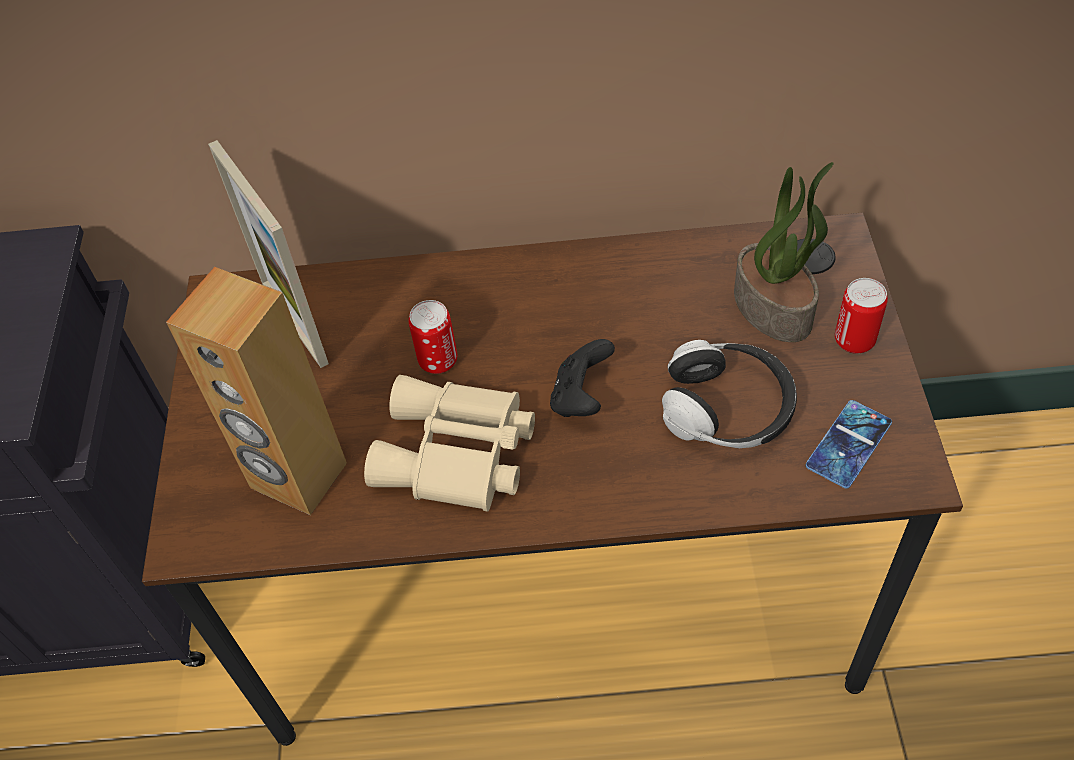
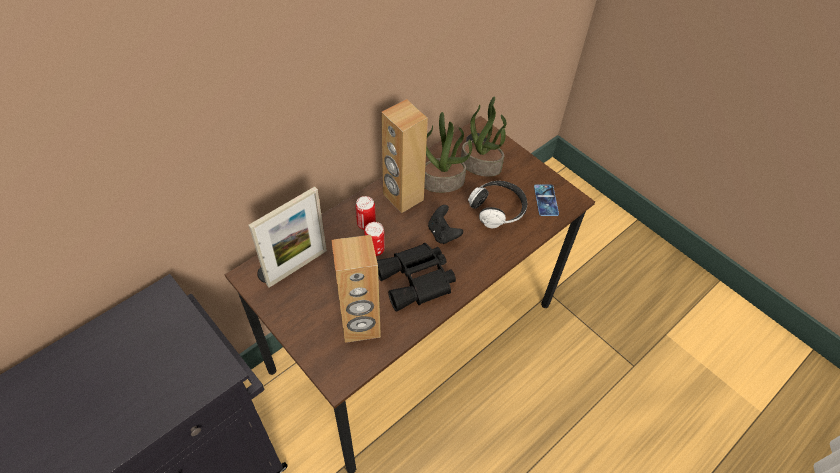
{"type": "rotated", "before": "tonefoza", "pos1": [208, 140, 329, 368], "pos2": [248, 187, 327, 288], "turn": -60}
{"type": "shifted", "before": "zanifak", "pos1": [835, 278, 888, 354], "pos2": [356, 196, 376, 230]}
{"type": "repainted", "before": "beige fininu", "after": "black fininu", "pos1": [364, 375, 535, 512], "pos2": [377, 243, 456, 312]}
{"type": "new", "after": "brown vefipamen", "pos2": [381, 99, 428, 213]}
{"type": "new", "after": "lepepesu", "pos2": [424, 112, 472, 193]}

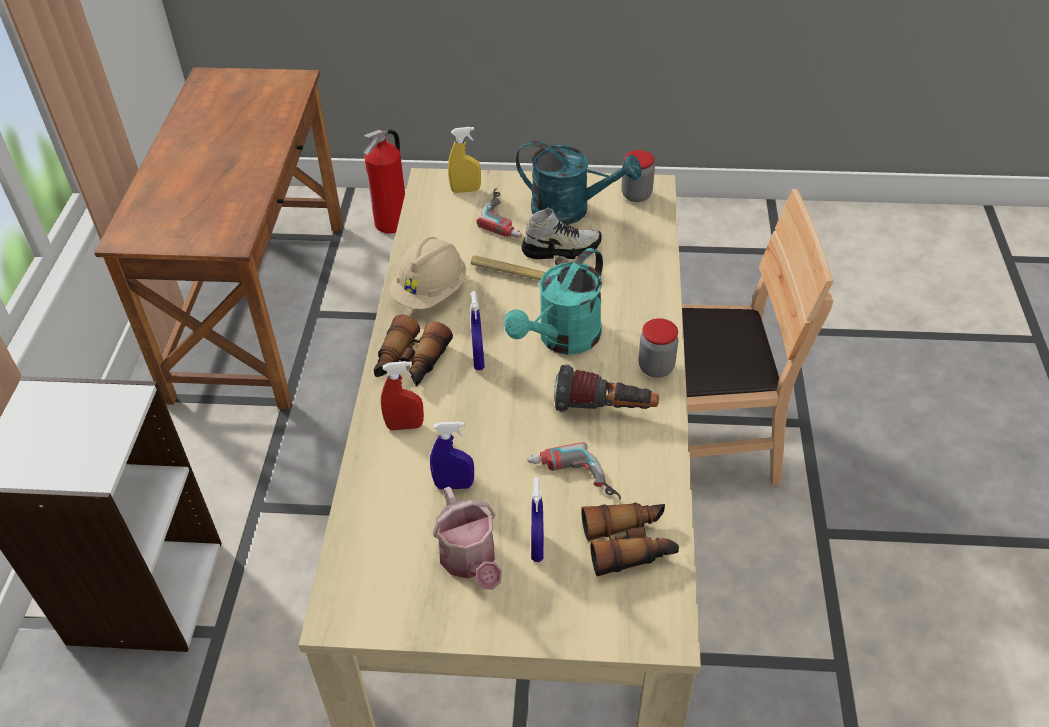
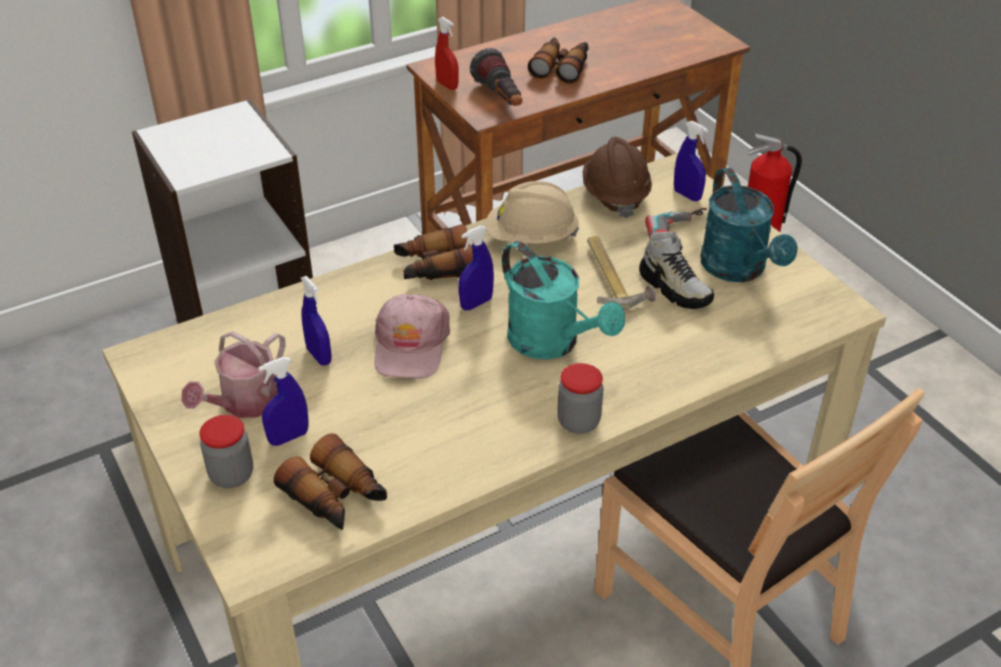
{"type": "repainted", "before": "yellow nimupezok", "after": "blue nimupezok", "pos1": [448, 127, 481, 193], "pos2": [674, 121, 708, 201]}
{"type": "shifted", "before": "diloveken", "pos1": [621, 150, 655, 202], "pos2": [199, 415, 253, 488]}
{"type": "rotated", "before": "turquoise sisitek", "pos1": [504, 248, 603, 355], "pos2": [502, 241, 625, 360], "turn": -135}
{"type": "shifted", "before": "red nimupezok", "pos1": [381, 361, 424, 430], "pos2": [435, 17, 458, 90]}
{"type": "shifted", "before": "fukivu", "pos1": [554, 364, 659, 412], "pos2": [470, 48, 522, 106]}
{"type": "gone", "before": "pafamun", "pos1": [527, 442, 621, 500]}
{"type": "new", "after": "fininu", "pos2": [528, 37, 589, 84]}
{"type": "new", "after": "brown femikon", "pos2": [583, 137, 652, 218]}
{"type": "new", "after": "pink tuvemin", "pos2": [374, 294, 450, 379]}

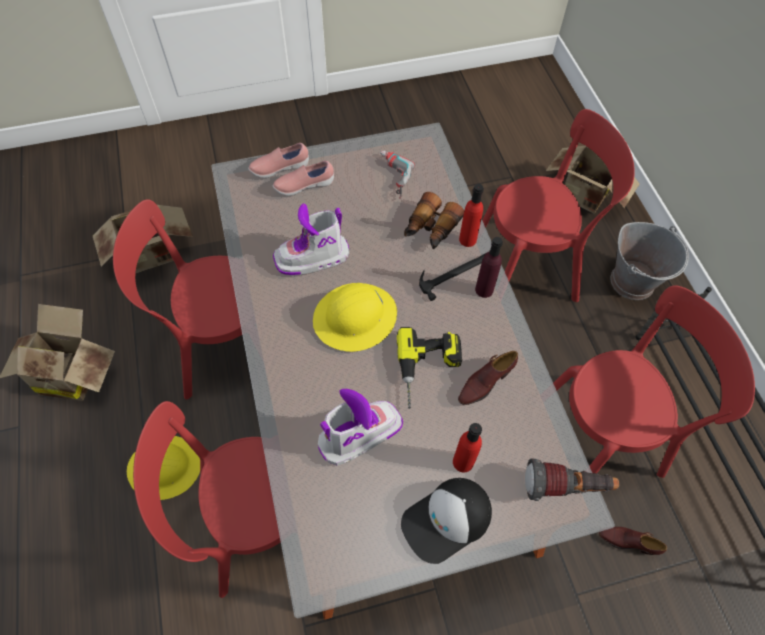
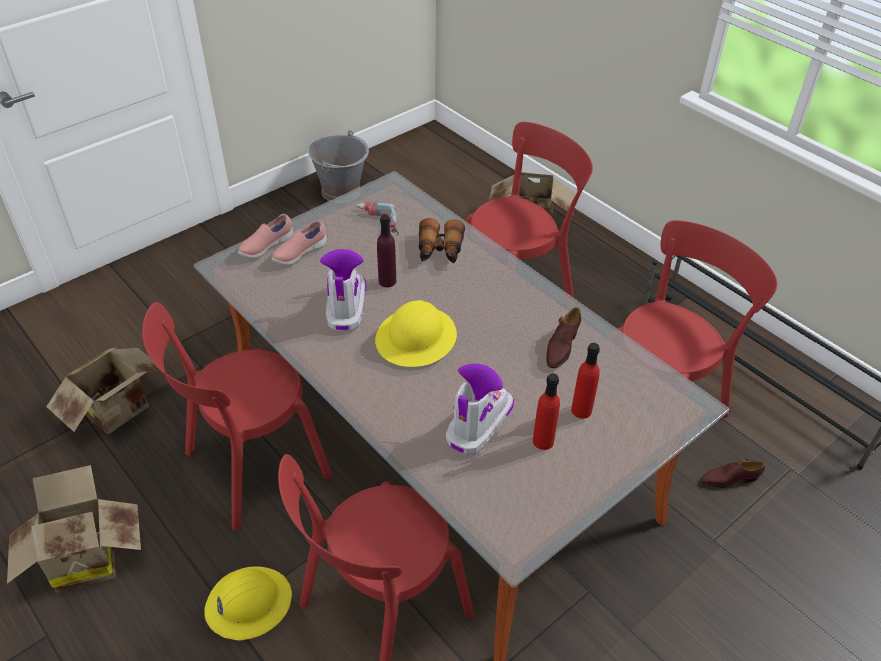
{"type": "shifted", "before": "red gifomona", "pos1": [459, 184, 484, 247], "pos2": [533, 373, 560, 450]}
{"type": "rotated", "before": "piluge", "pos1": [273, 203, 349, 276], "pos2": [320, 249, 366, 331], "turn": 135}
{"type": "shifted", "before": "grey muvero", "pos1": [610, 222, 689, 300], "pos2": [308, 130, 369, 201]}
{"type": "shifted", "before": "purple gifomona", "pos1": [475, 237, 503, 298], "pos2": [377, 215, 396, 287]}
{"type": "gone", "before": "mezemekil", "pos1": [419, 253, 486, 301]}
{"type": "gone", "before": "pafamun", "pos1": [397, 327, 462, 409]}
{"type": "gone", "before": "fukivu", "pos1": [525, 458, 619, 501]}
{"type": "gone", "before": "tuvemin", "pos1": [401, 478, 492, 564]}

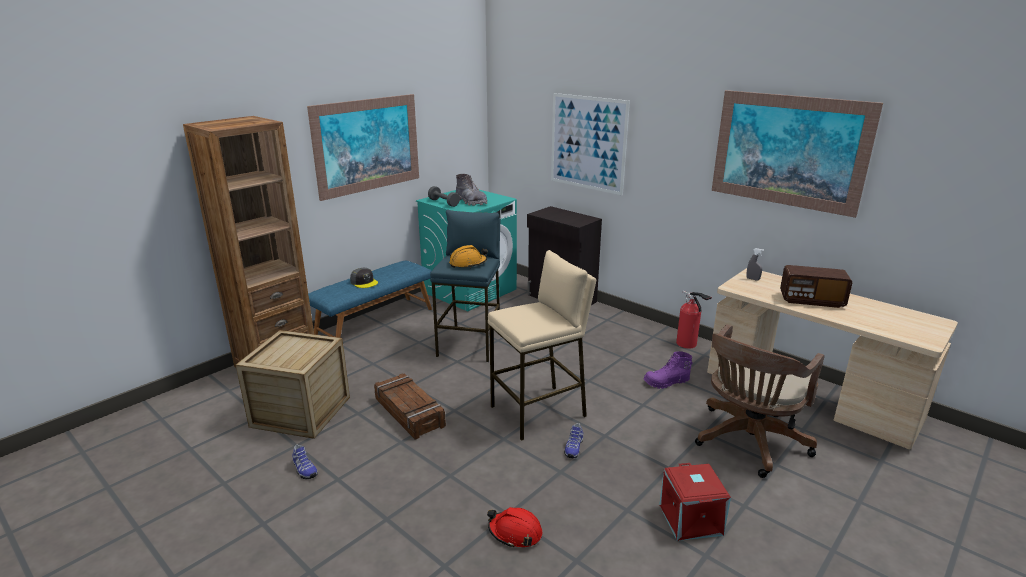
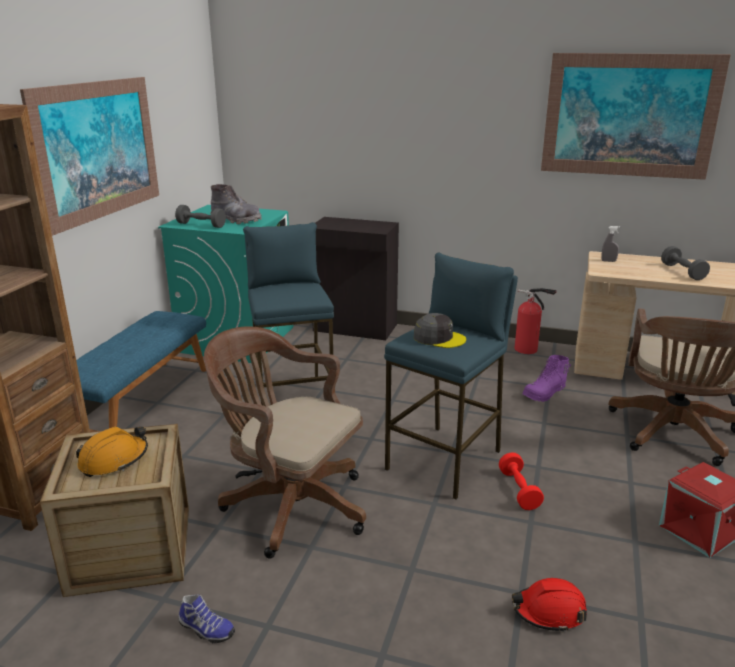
{"type": "gone", "before": "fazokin", "pos1": [551, 93, 630, 195]}
{"type": "shifted", "before": "orange femikon", "pos1": [449, 245, 488, 268], "pos2": [76, 427, 148, 477]}
{"type": "repainted", "before": "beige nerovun", "after": "blue nerovun", "pos1": [488, 250, 596, 441], "pos2": [384, 253, 518, 500]}
{"type": "swapped", "before": "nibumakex", "after": "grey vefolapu", "pos1": [780, 265, 852, 308], "pos2": [661, 246, 710, 280]}
{"type": "shifted", "before": "grey tuvemin", "pos1": [350, 268, 378, 288], "pos2": [414, 313, 466, 348]}
{"type": "swapped", "before": "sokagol", "after": "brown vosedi", "pos1": [374, 373, 446, 439], "pos2": [204, 326, 366, 558]}
{"type": "swapped", "before": "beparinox", "after": "red vefolapu", "pos1": [564, 423, 583, 458], "pos2": [499, 452, 544, 510]}

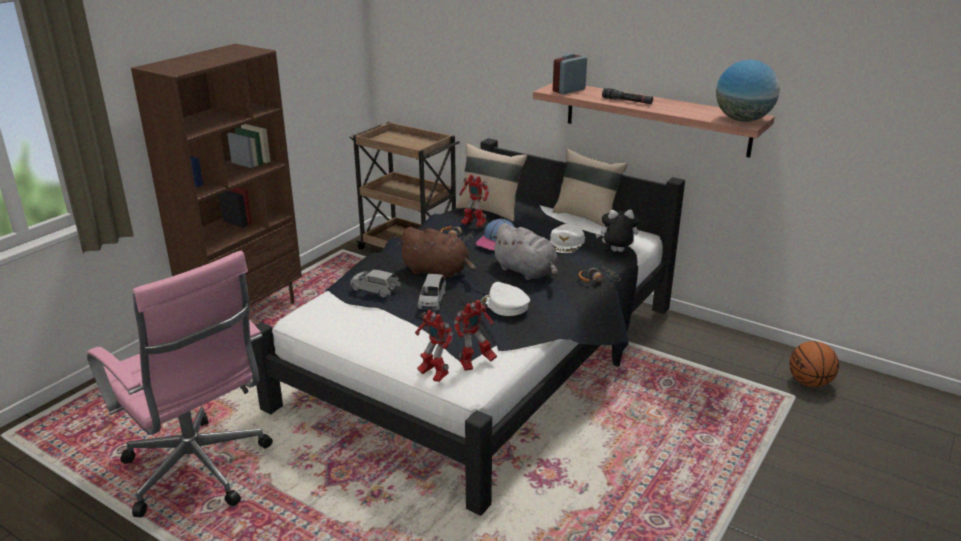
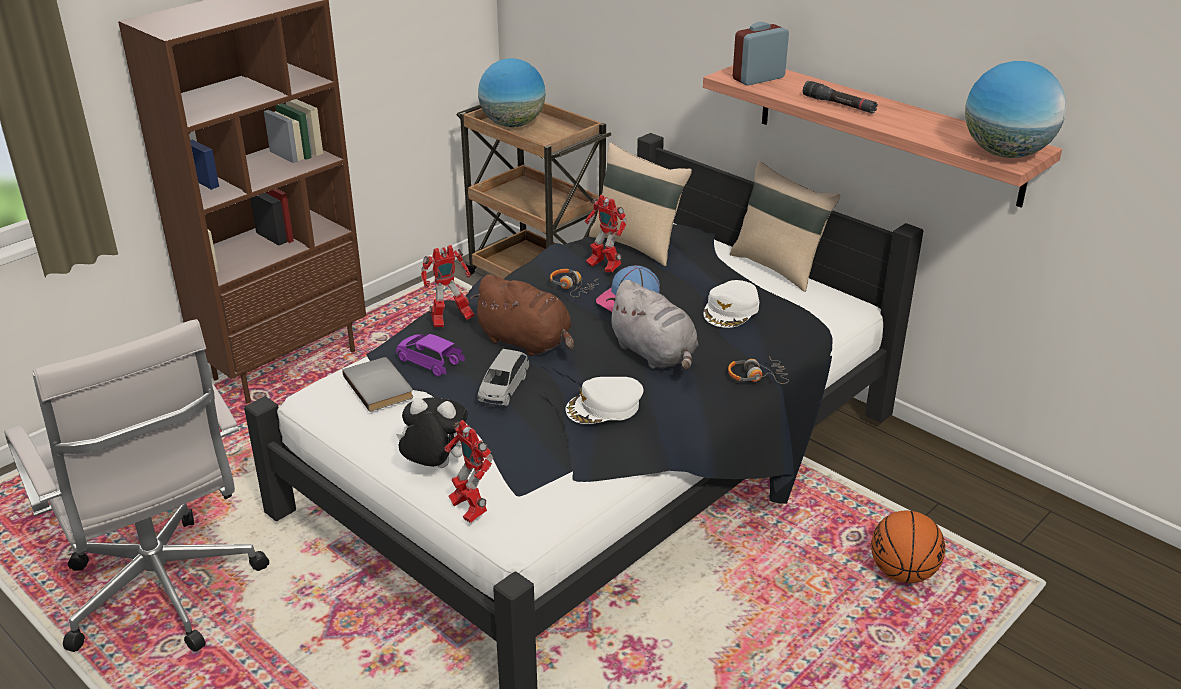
{"type": "shifted", "before": "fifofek", "pos1": [596, 210, 639, 252], "pos2": [396, 397, 468, 468]}
{"type": "repainted", "before": "pink vosedi", "after": "white vosedi", "pos1": [87, 251, 273, 518], "pos2": [4, 319, 269, 652]}
{"type": "repainted", "before": "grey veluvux", "after": "purple veluvux", "pos1": [350, 270, 401, 297], "pos2": [396, 334, 465, 376]}
{"type": "rotated", "before": "white tuvemin", "pos1": [481, 282, 530, 316], "pos2": [566, 377, 643, 424], "turn": -75}
{"type": "shifted", "before": "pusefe", "pos1": [454, 300, 497, 371], "pos2": [421, 245, 475, 327]}
{"type": "shifted", "before": "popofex", "pos1": [789, 341, 839, 387], "pos2": [871, 511, 945, 583]}
{"type": "new", "after": "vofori", "pos2": [478, 58, 545, 127]}
{"type": "new", "after": "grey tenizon", "pos2": [342, 357, 413, 412]}

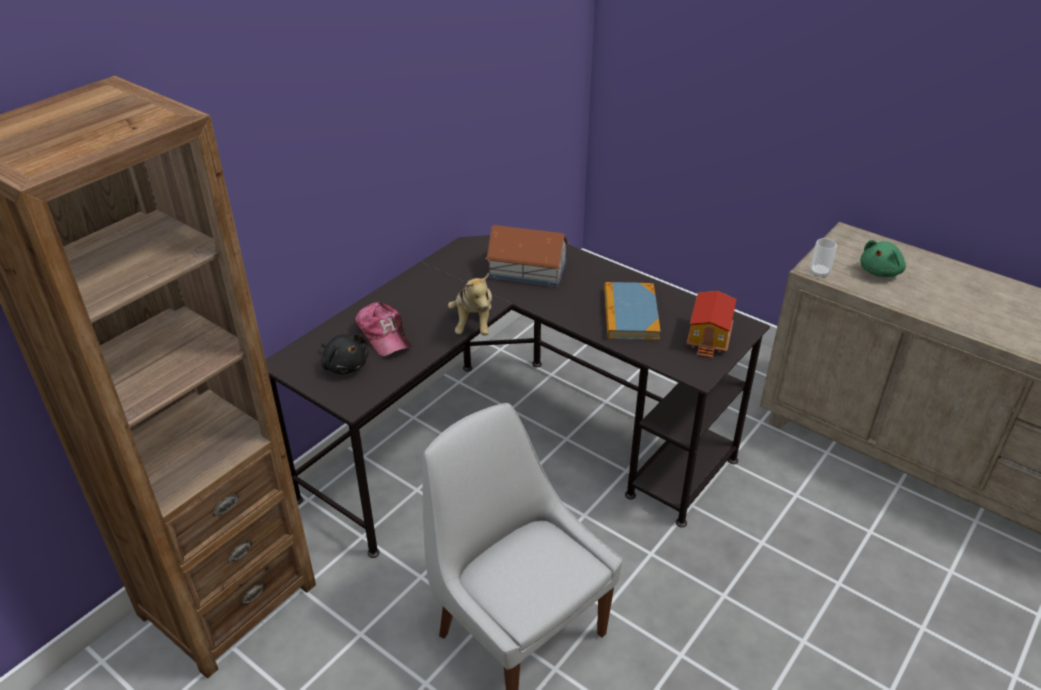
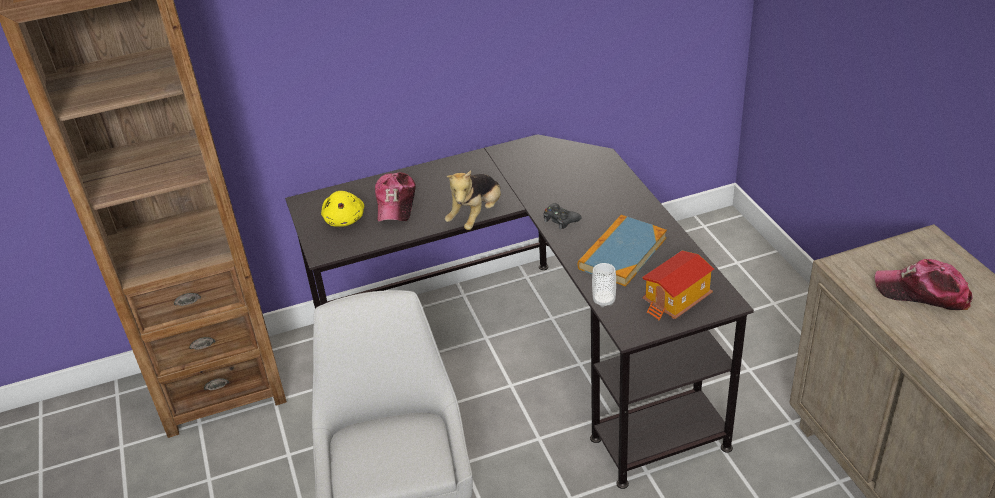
{"type": "gone", "before": "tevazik", "pos1": [486, 225, 570, 287]}
{"type": "shifted", "before": "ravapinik", "pos1": [810, 238, 837, 278], "pos2": [592, 263, 616, 307]}
{"type": "swapped", "before": "green fifofek", "after": "tuvemin", "pos1": [860, 240, 906, 277], "pos2": [875, 259, 973, 310]}
{"type": "repainted", "before": "black fifofek", "after": "yellow fifofek", "pos1": [321, 334, 368, 375], "pos2": [321, 191, 364, 227]}
{"type": "new", "after": "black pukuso", "pos2": [544, 203, 581, 229]}

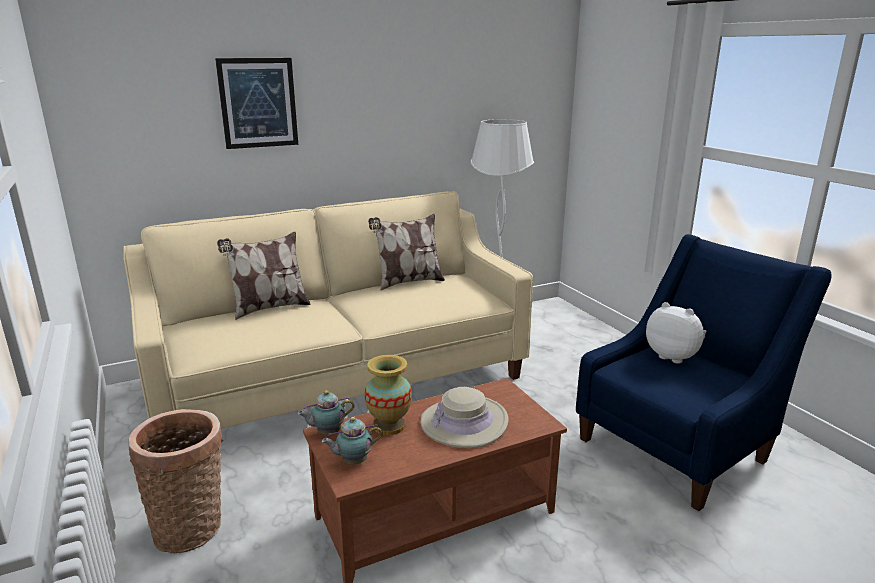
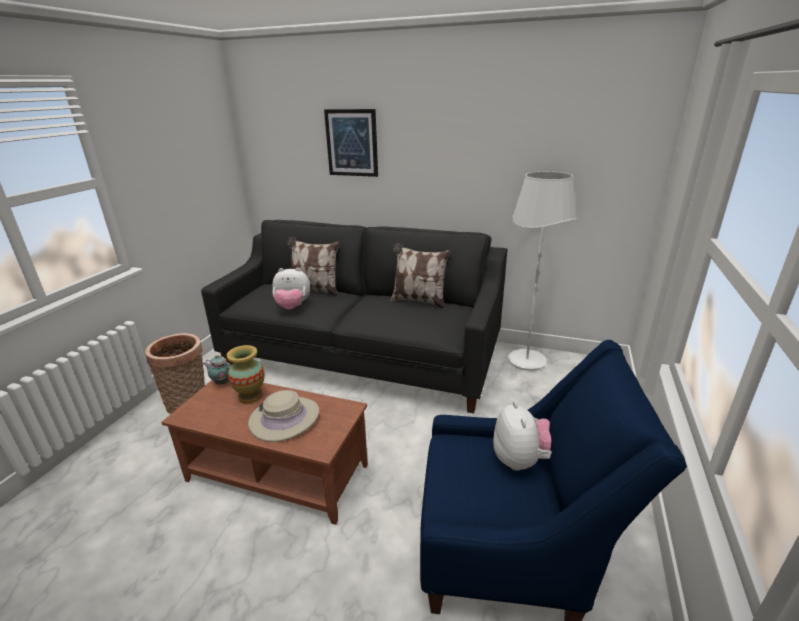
{"type": "repainted", "before": "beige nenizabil", "after": "black nenizabil", "pos1": [123, 192, 533, 429], "pos2": [201, 220, 508, 413]}
{"type": "gone", "before": "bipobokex", "pos1": [322, 417, 383, 464]}
{"type": "new", "after": "fifofek", "pos2": [272, 268, 310, 309]}

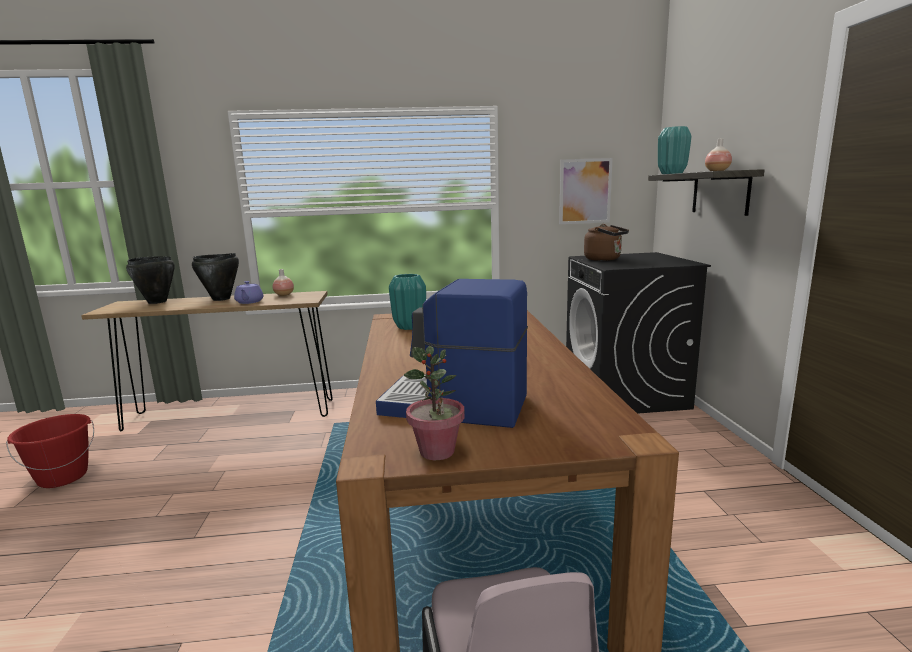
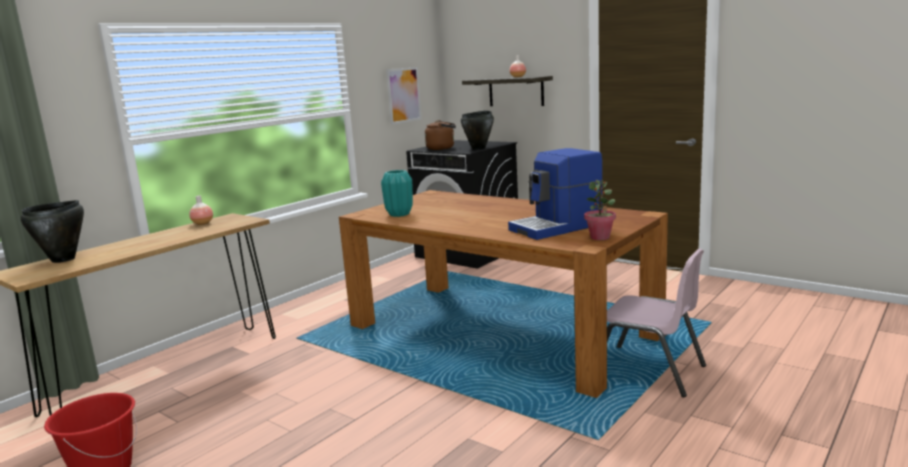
{"type": "gone", "before": "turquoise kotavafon", "pos1": [658, 126, 691, 174]}
{"type": "shifted", "before": "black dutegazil", "pos1": [192, 253, 239, 301], "pos2": [461, 111, 494, 150]}
{"type": "gone", "before": "purple bipobokex", "pos1": [234, 281, 263, 304]}

